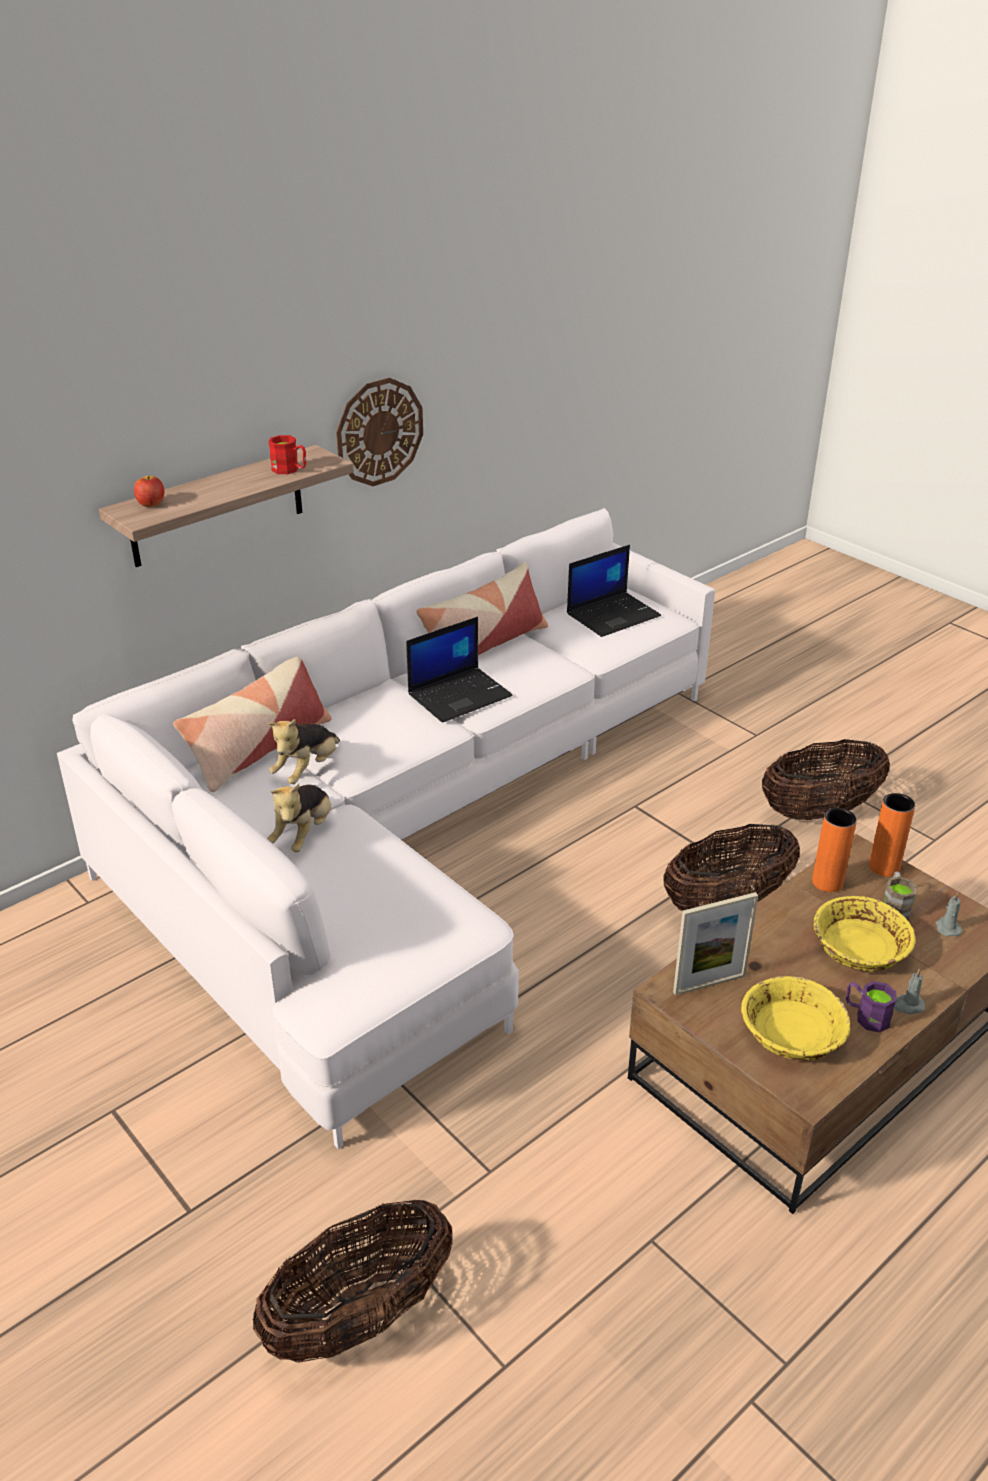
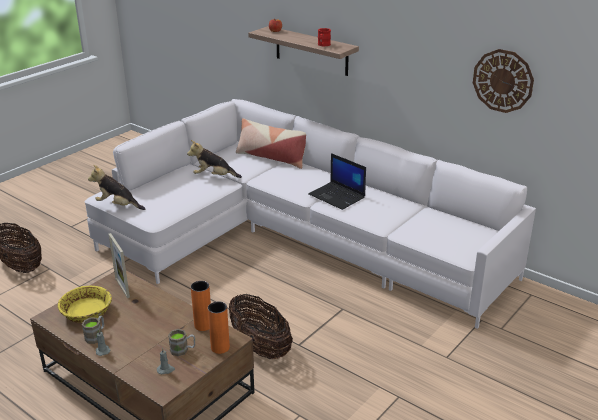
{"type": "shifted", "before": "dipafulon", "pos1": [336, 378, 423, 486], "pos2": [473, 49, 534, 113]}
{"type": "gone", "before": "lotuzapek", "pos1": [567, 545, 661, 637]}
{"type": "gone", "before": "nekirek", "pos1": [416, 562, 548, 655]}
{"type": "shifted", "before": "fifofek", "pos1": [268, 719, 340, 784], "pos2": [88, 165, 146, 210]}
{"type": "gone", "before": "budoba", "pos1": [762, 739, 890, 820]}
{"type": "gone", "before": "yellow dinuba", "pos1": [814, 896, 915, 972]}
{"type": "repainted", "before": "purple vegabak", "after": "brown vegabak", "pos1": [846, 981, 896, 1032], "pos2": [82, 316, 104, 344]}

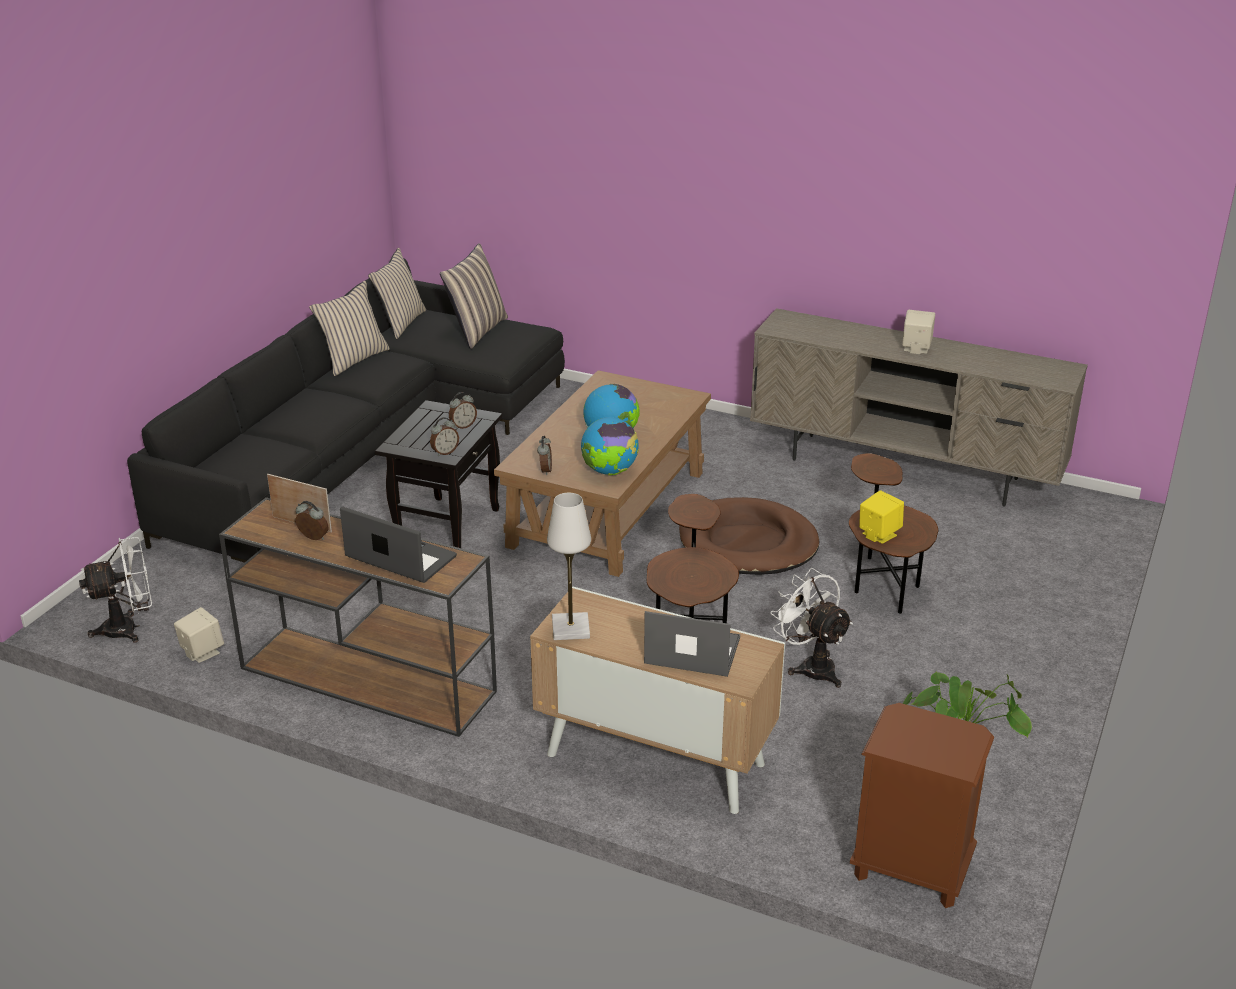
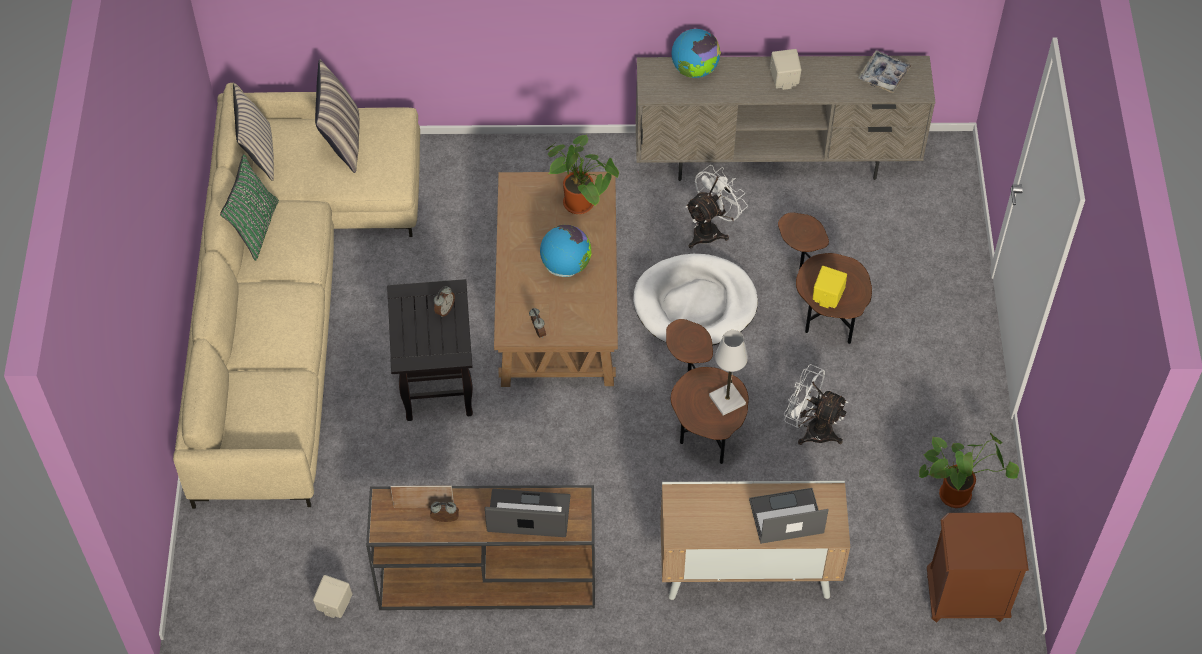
{"type": "repainted", "before": "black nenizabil", "after": "beige nenizabil", "pos1": [127, 258, 565, 563], "pos2": [173, 83, 420, 509]}
{"type": "repainted", "before": "beige nekirek", "after": "green nekirek", "pos1": [309, 281, 390, 376], "pos2": [220, 154, 279, 261]}
{"type": "gone", "before": "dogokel", "pos1": [430, 417, 459, 456]}
{"type": "shifted", "before": "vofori", "pos1": [581, 417, 639, 475], "pos2": [672, 29, 721, 78]}
{"type": "shifted", "before": "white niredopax", "pos1": [547, 493, 591, 640], "pos2": [709, 330, 748, 416]}
{"type": "repainted", "before": "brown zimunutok", "after": "white zimunutok", "pos1": [679, 497, 819, 575], "pos2": [633, 254, 758, 346]}
{"type": "shifted", "before": "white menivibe", "pos1": [79, 537, 152, 643], "pos2": [685, 165, 748, 249]}
{"type": "new", "after": "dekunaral", "pos2": [858, 50, 912, 93]}
{"type": "new", "after": "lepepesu", "pos2": [546, 135, 619, 214]}

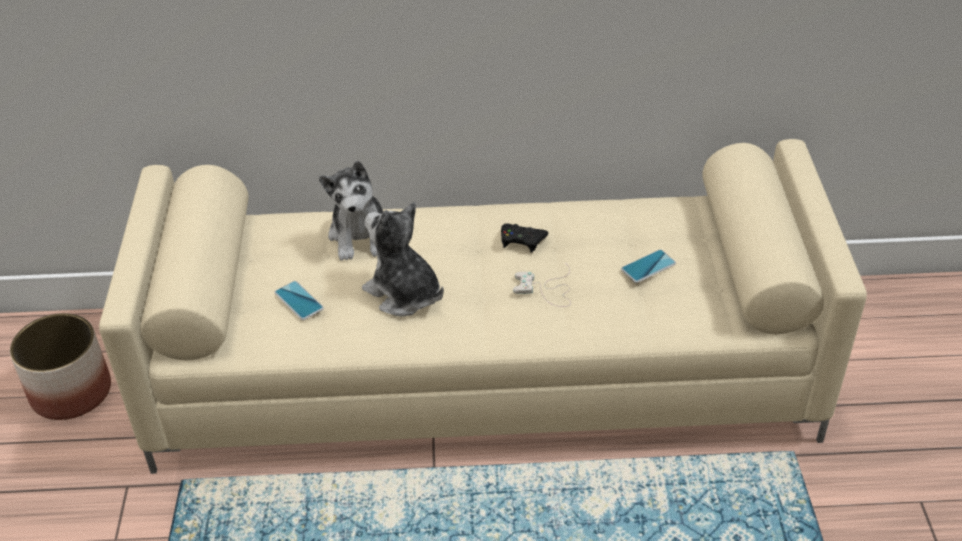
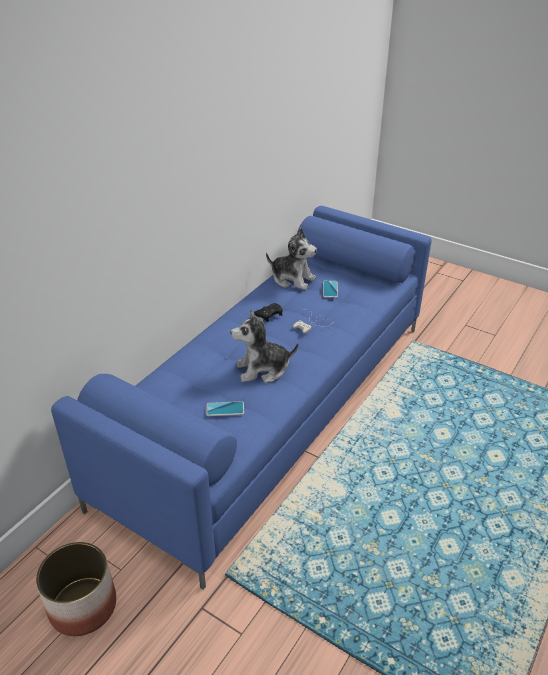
{"type": "repainted", "before": "beige nenizabil", "after": "blue nenizabil", "pos1": [99, 139, 867, 474], "pos2": [51, 206, 432, 590]}
{"type": "shifted", "before": "fifofek", "pos1": [319, 161, 383, 261], "pos2": [266, 228, 317, 290]}

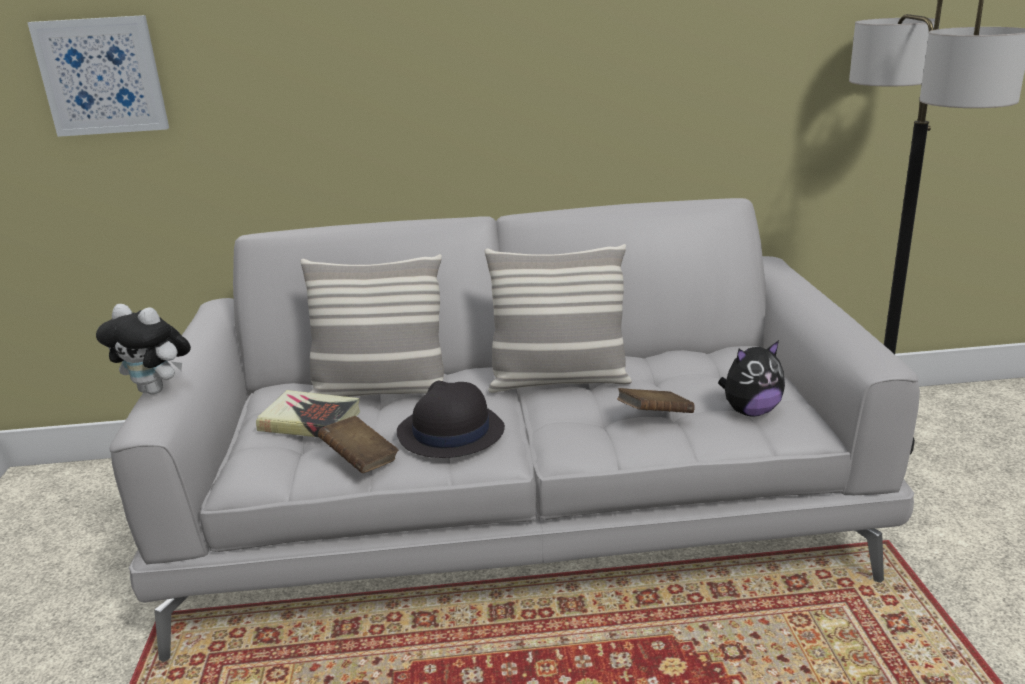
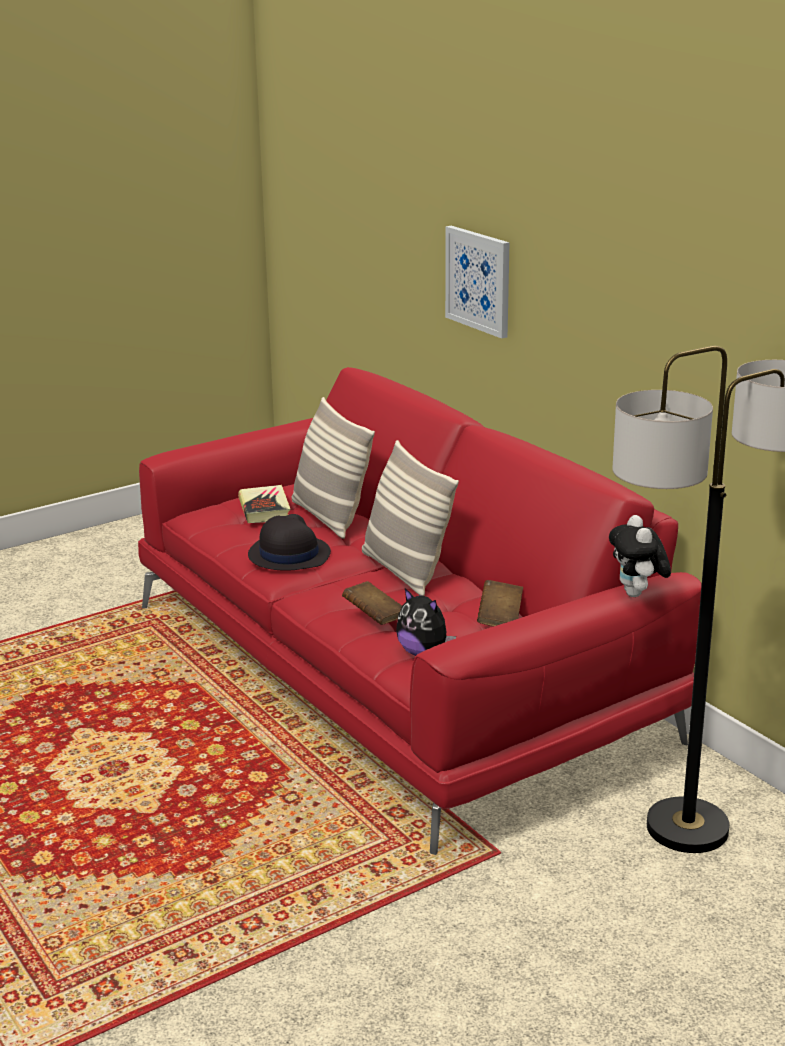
{"type": "shifted", "before": "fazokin", "pos1": [27, 15, 169, 137], "pos2": [445, 226, 510, 339]}
{"type": "repainted", "before": "grey nenizabil", "after": "red nenizabil", "pos1": [110, 198, 920, 662], "pos2": [138, 367, 702, 855]}
{"type": "shifted", "before": "fifofek", "pos1": [96, 304, 191, 394], "pos2": [609, 515, 671, 597]}
{"type": "shifted", "before": "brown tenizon", "pos1": [318, 416, 399, 473], "pos2": [477, 580, 523, 626]}

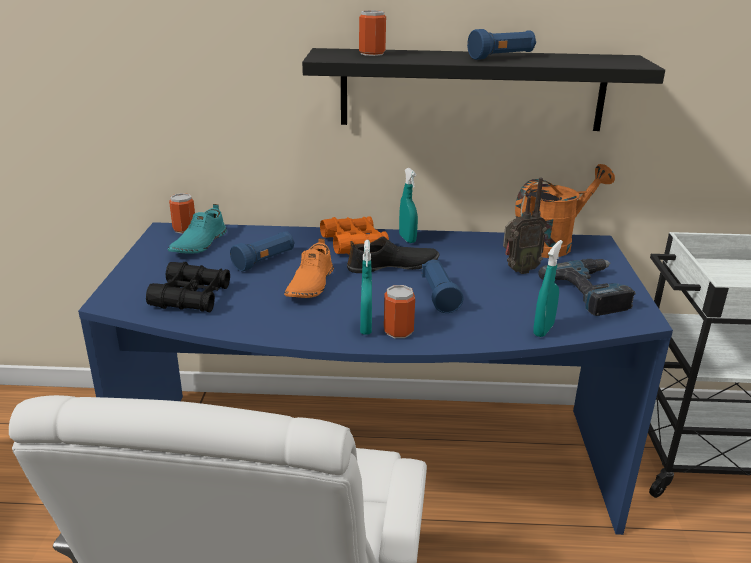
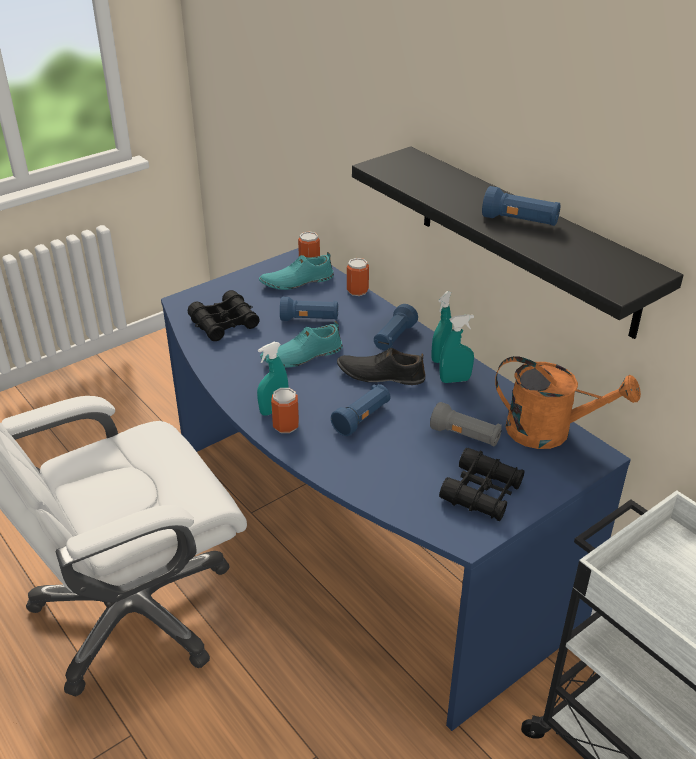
{"type": "shifted", "before": "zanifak", "pos1": [359, 10, 386, 56], "pos2": [347, 258, 369, 296]}
{"type": "swapped", "before": "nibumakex", "after": "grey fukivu", "pos1": [503, 177, 547, 274], "pos2": [430, 402, 502, 446]}
{"type": "swapped", "before": "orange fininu", "after": "blue fukivu", "pos1": [320, 216, 389, 255], "pos2": [374, 304, 418, 350]}
{"type": "rotated", "before": "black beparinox", "pos1": [347, 236, 439, 273], "pos2": [337, 348, 425, 385], "turn": 150}
{"type": "repainted", "before": "orange beparinox", "after": "turquoise beparinox", "pos1": [284, 238, 334, 298], "pos2": [260, 321, 343, 368]}
{"type": "shifted", "before": "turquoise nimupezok", "pos1": [533, 240, 563, 337], "pos2": [440, 314, 474, 383]}
{"type": "swapped", "before": "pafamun", "after": "black fininu", "pos1": [538, 259, 636, 316], "pos2": [439, 448, 525, 521]}

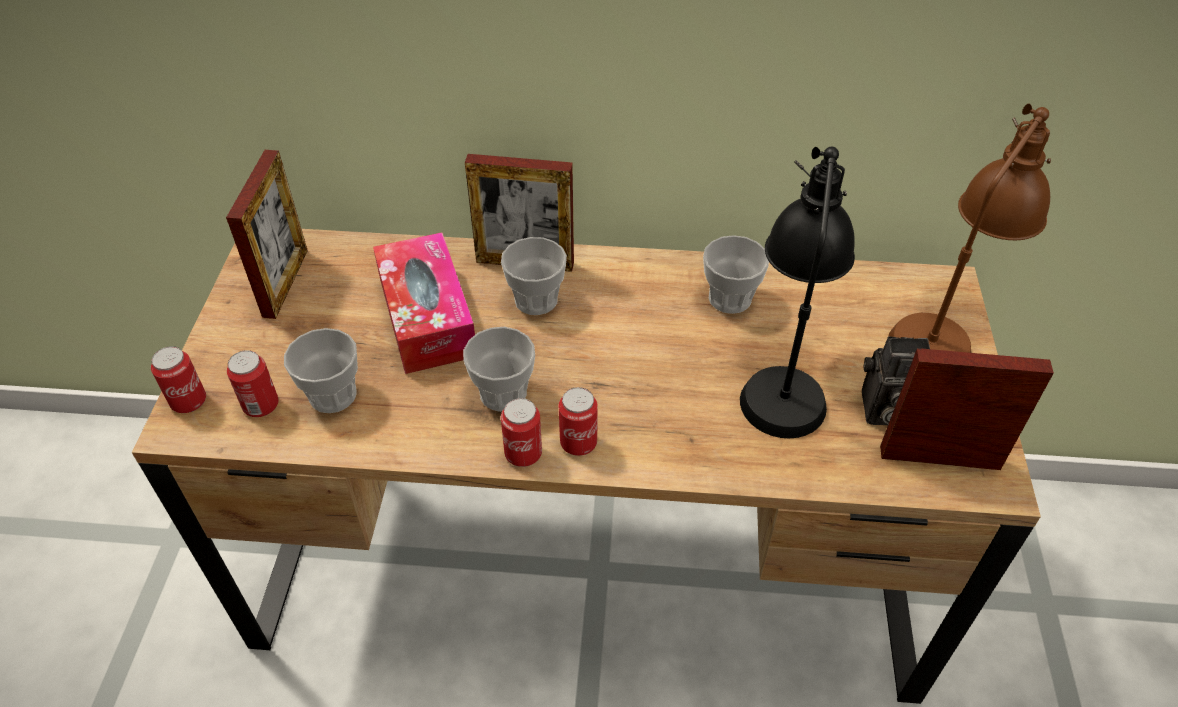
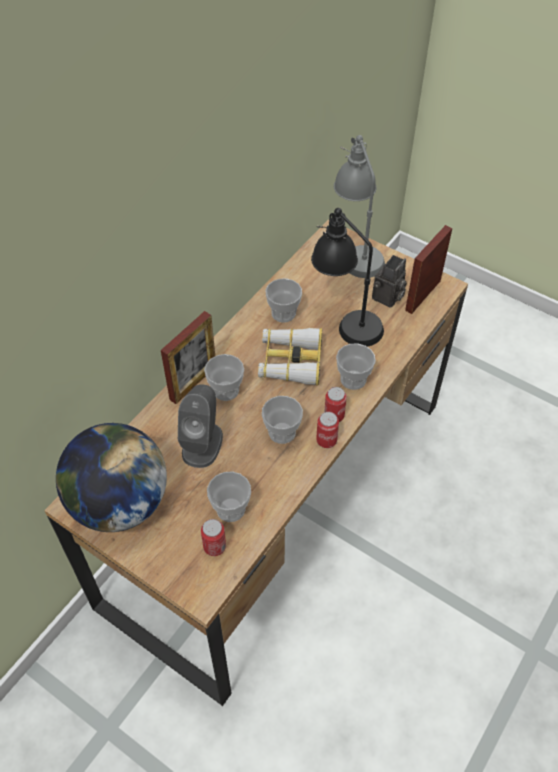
{"type": "repainted", "before": "brown niredopax", "after": "grey niredopax", "pos1": [888, 104, 1051, 353], "pos2": [334, 135, 385, 278]}
{"type": "swapped", "before": "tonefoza", "after": "vofori", "pos1": [226, 150, 308, 319], "pos2": [56, 423, 167, 532]}
{"type": "swapped", "before": "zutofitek", "after": "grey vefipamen", "pos1": [373, 232, 475, 374], "pos2": [178, 384, 223, 468]}
{"type": "gone", "before": "zanifak", "pos1": [151, 346, 206, 413]}
{"type": "new", "after": "fininu", "pos2": [258, 328, 323, 386]}
{"type": "new", "after": "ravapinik", "pos2": [336, 343, 376, 390]}

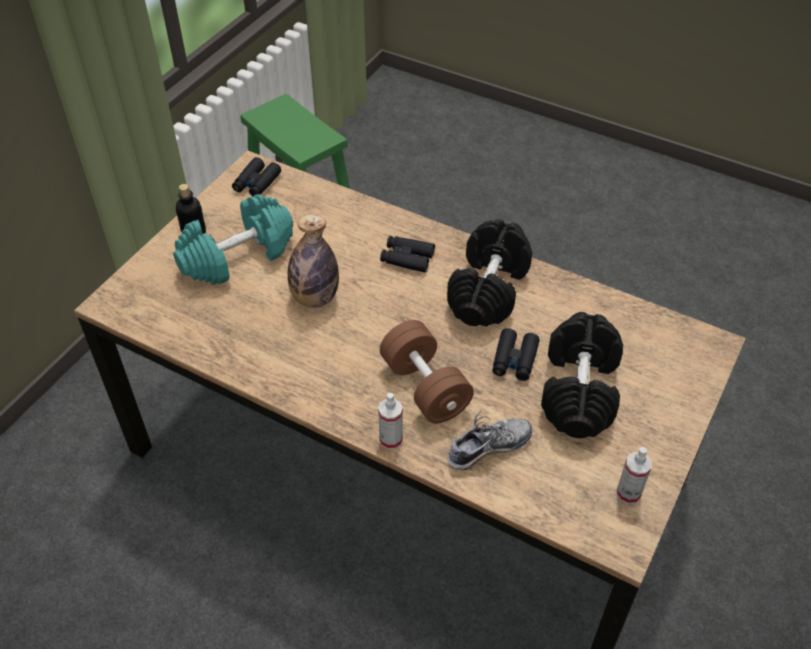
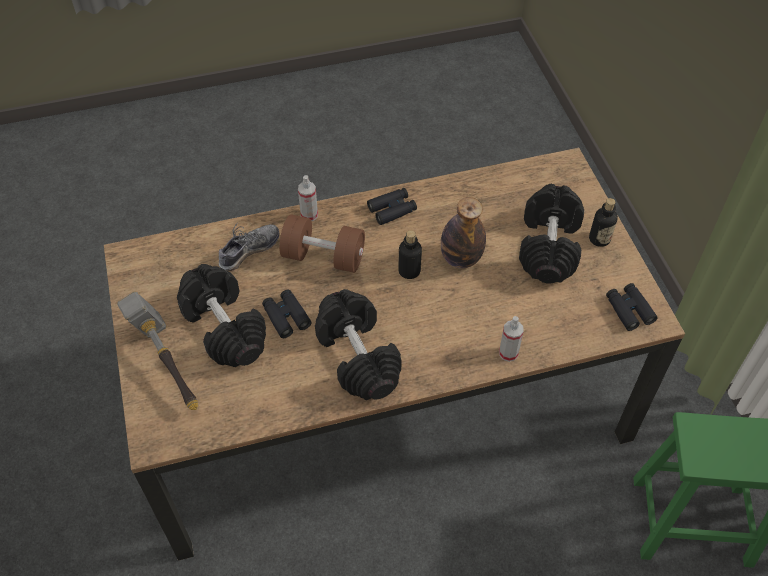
{"type": "repainted", "before": "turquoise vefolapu", "after": "black vefolapu", "pos1": [173, 194, 293, 285], "pos2": [519, 184, 584, 283]}
{"type": "shifted", "before": "black fininu", "pos1": [380, 236, 435, 272], "pos2": [367, 188, 417, 225]}
{"type": "rotated", "before": "beparinox", "pos1": [447, 409, 532, 470], "pos2": [217, 223, 280, 271], "turn": -150}
{"type": "shifted", "before": "nimupezok", "pos1": [617, 447, 652, 504], "pos2": [499, 316, 524, 362]}
{"type": "new", "after": "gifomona", "pos2": [398, 230, 422, 279]}
{"type": "new", "after": "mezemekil", "pos2": [117, 291, 198, 410]}

